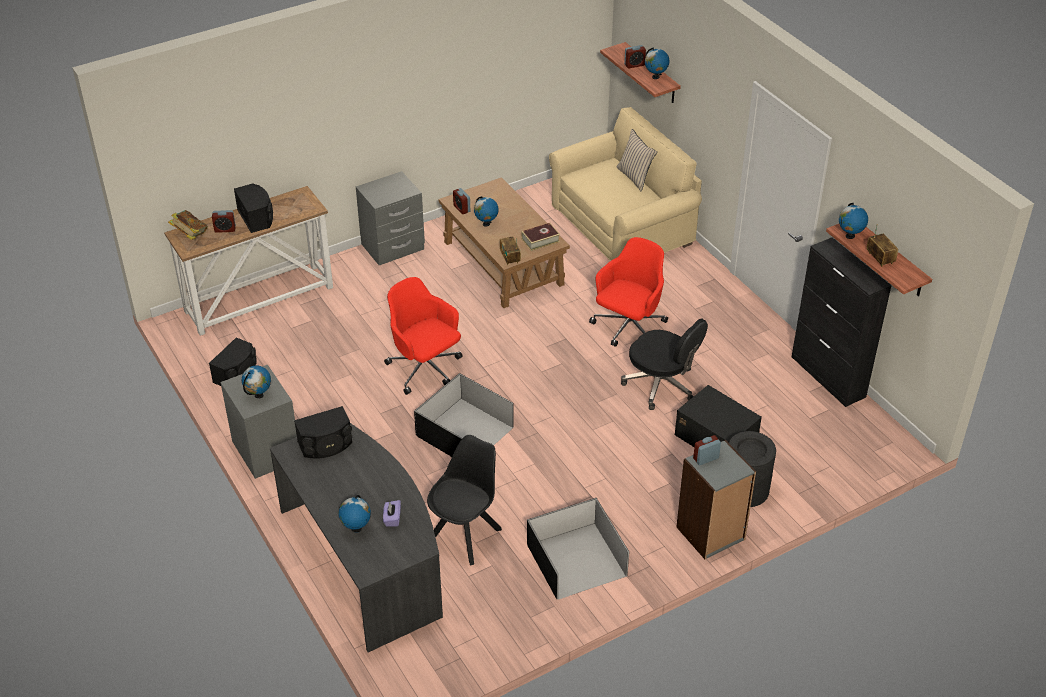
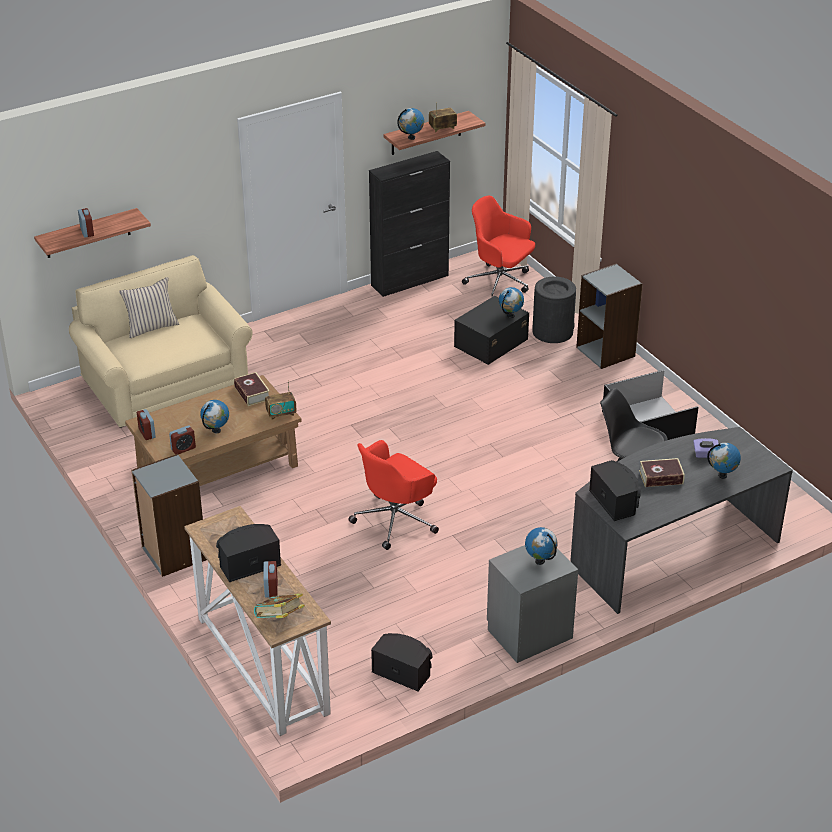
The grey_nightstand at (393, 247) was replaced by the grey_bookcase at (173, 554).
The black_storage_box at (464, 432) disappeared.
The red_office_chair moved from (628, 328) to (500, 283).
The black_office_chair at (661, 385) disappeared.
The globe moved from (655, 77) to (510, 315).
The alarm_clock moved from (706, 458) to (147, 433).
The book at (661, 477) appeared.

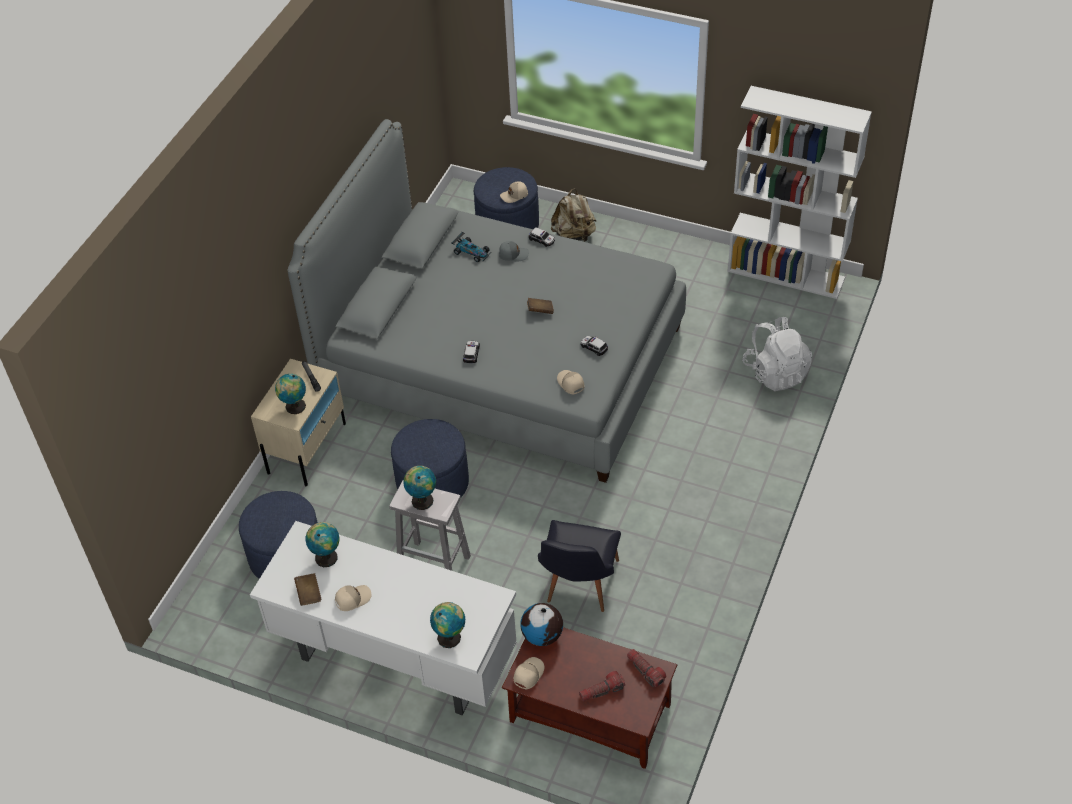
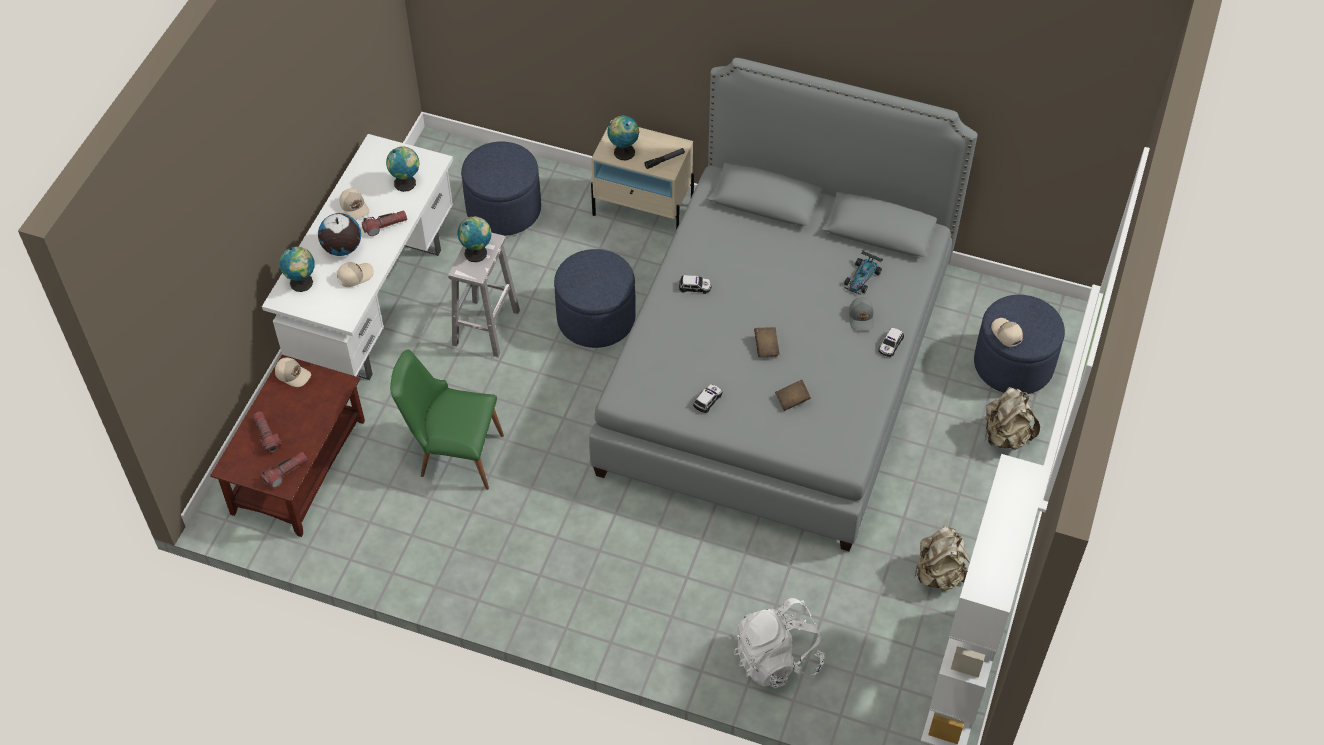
The brown_book moved from (309, 594) to (792, 400).
The globe moved from (543, 636) to (342, 248).
The black_chair at (579, 587) became the green_chair at (453, 453).
The beige_cap moved from (570, 384) to (355, 276).
The flashlight at (385, 226) appeared.
The beige_backpack at (939, 574) appeared.

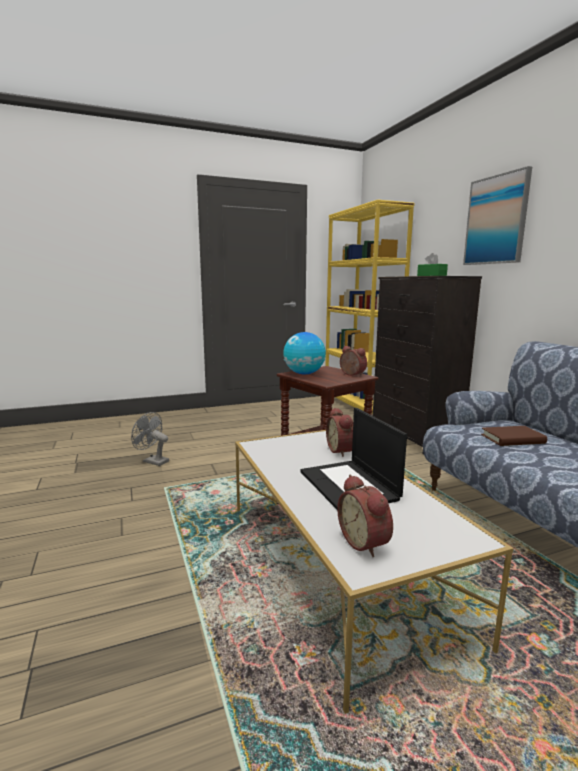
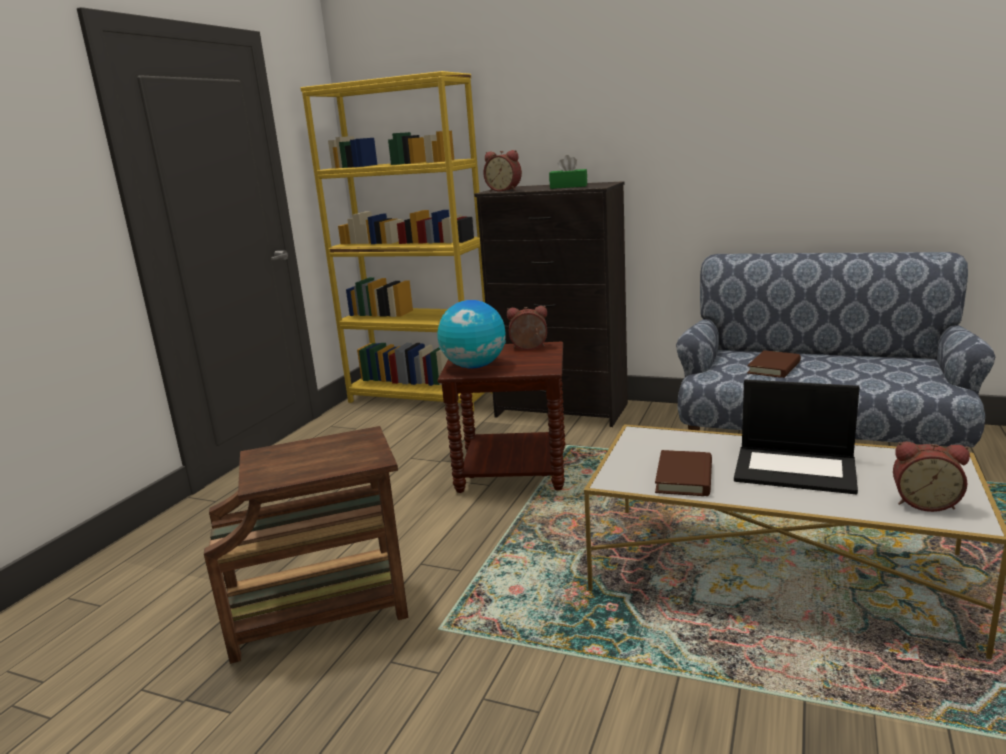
The grey_fan at (152, 461) was replaced by the brown_side_table at (324, 612).
The alarm_clock moved from (342, 450) to (504, 190).
The picture at (496, 220) disappeared.
The brown_book at (684, 477) appeared.

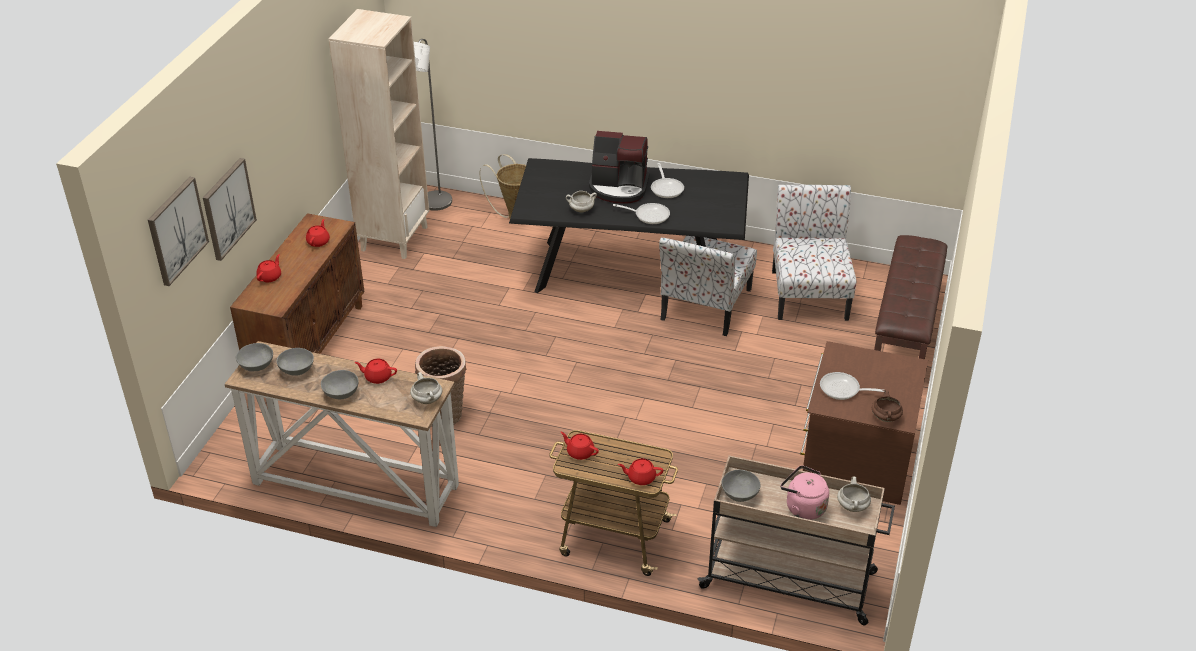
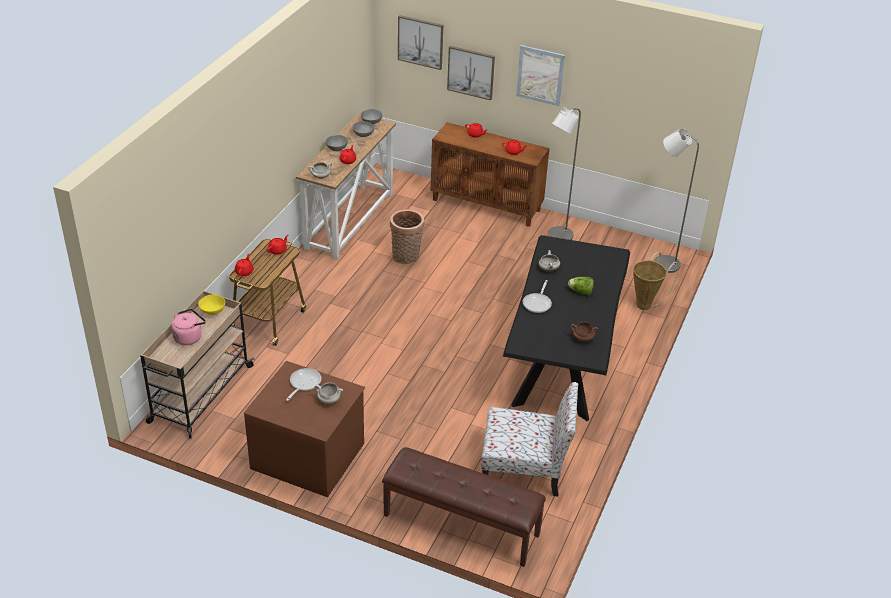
The beige_bookcase at (394, 238) disappeared.
The coffee_machine at (619, 187) was replaced by the lettuce at (581, 292).
The frying_pan at (666, 188) disappeared.
The chair at (705, 306) disappeared.
The grey_bowl at (740, 494) became the yellow_bowl at (212, 311).
The white_cooking_pot moved from (853, 507) to (328, 400).
The brown_cooking_pot moved from (886, 418) to (582, 339).
The picture at (540, 75) appeared.
The grey_floor_lamp at (556, 237) appeared.

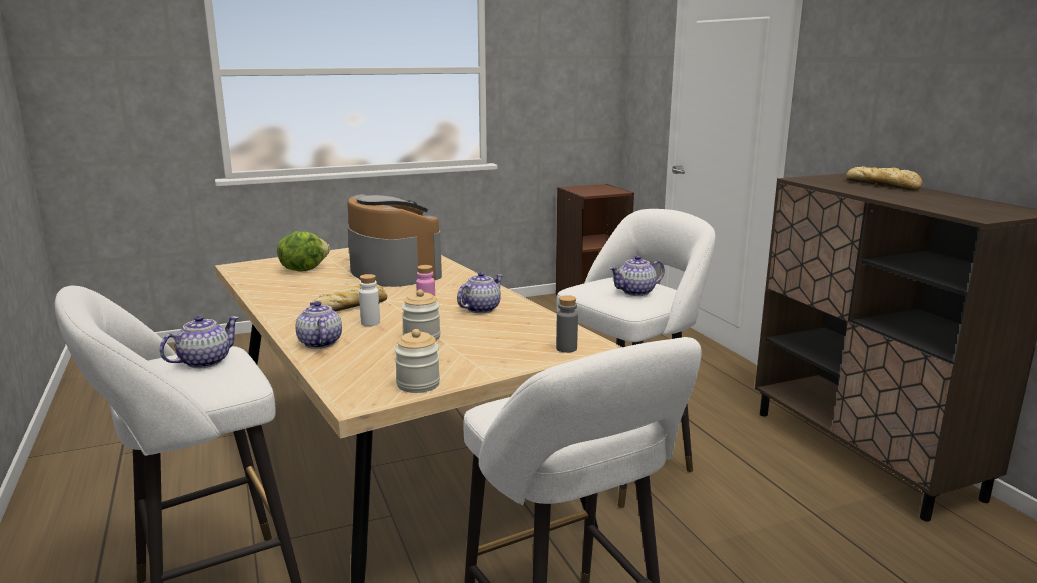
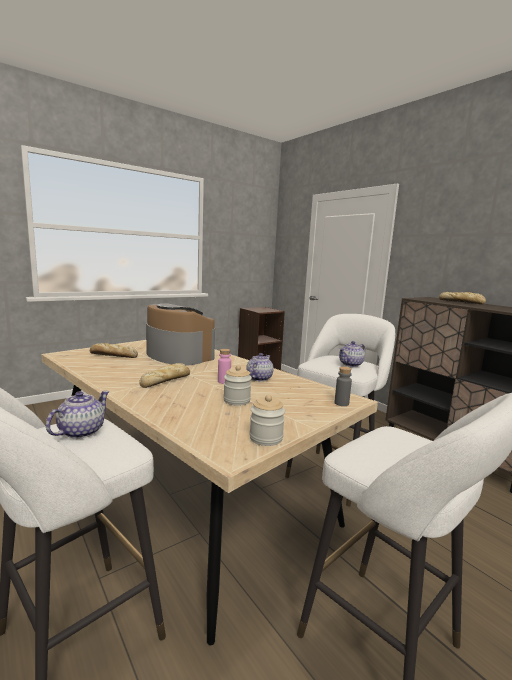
The lettuce at (303, 269) was replaced by the bread at (112, 355).
The teapot at (319, 343) disappeared.
The white_bottle at (370, 323) disappeared.

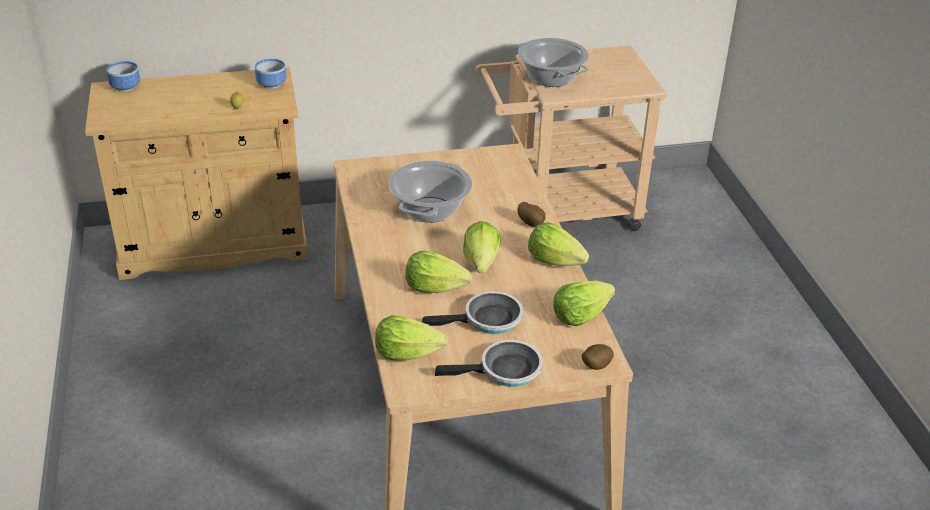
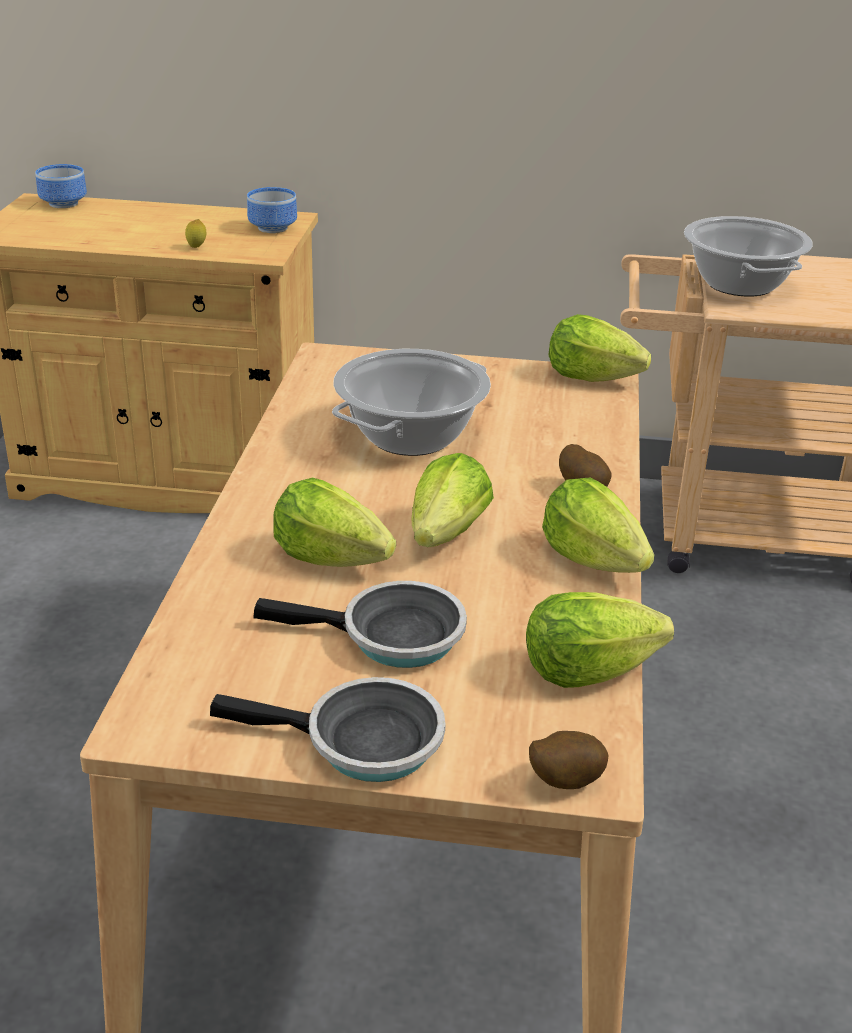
The lettuce moved from (406, 353) to (591, 377).

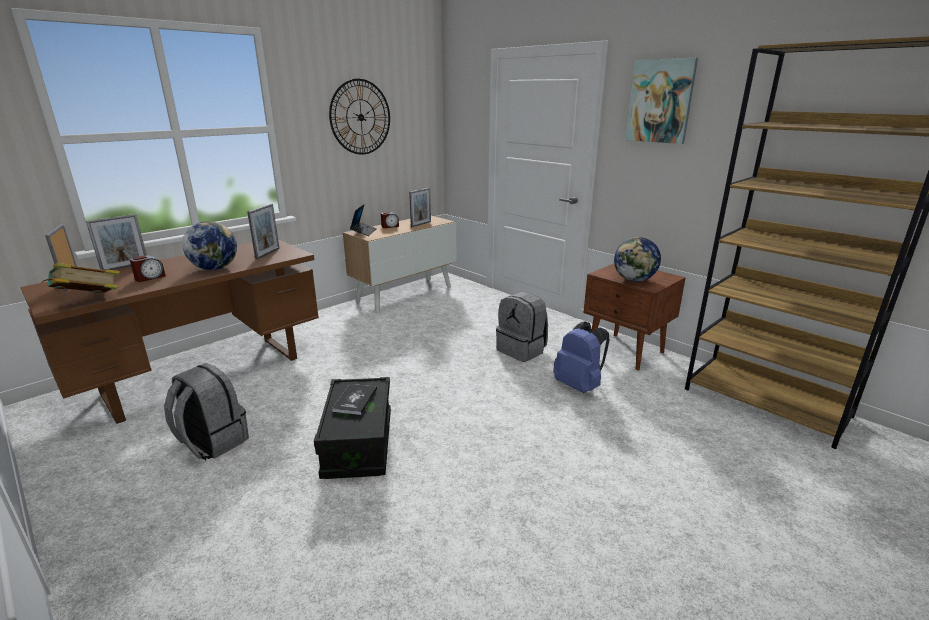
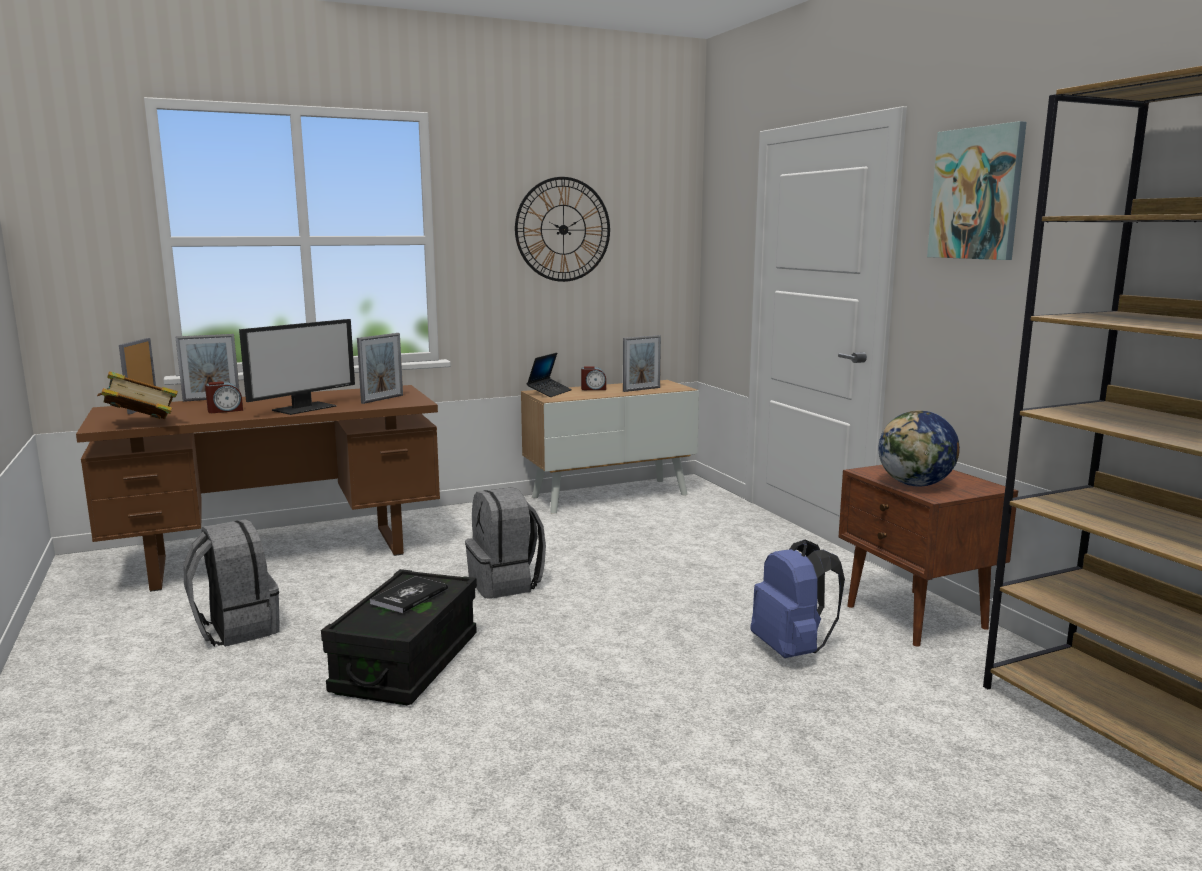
The globe at (215, 268) was replaced by the monitor at (304, 408).
The grey_backpack moved from (522, 350) to (506, 584).

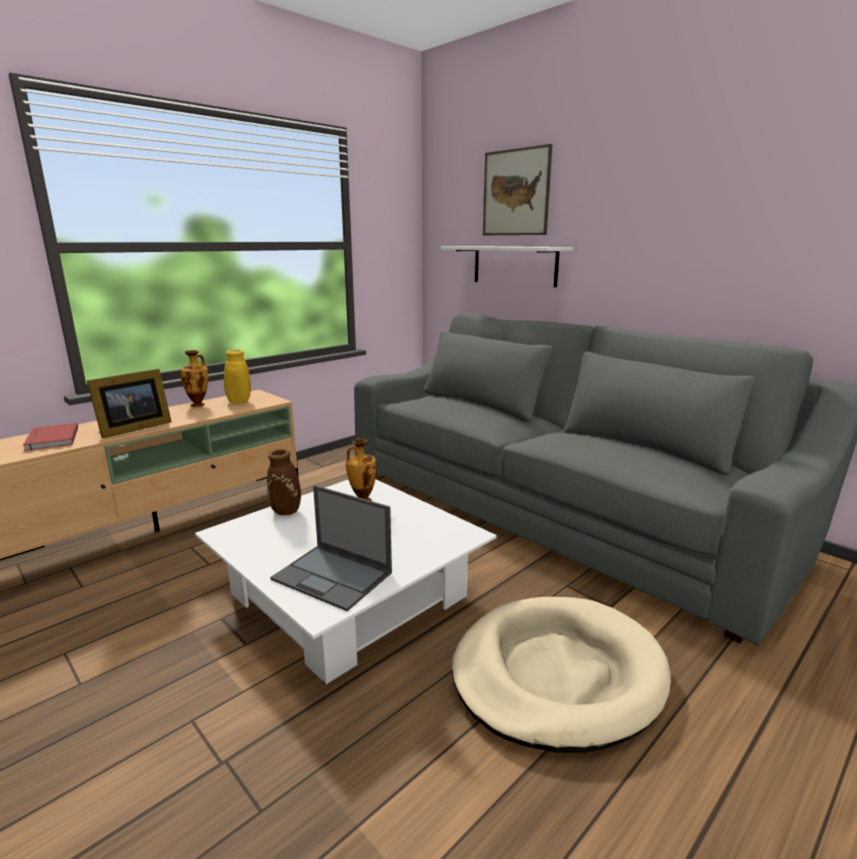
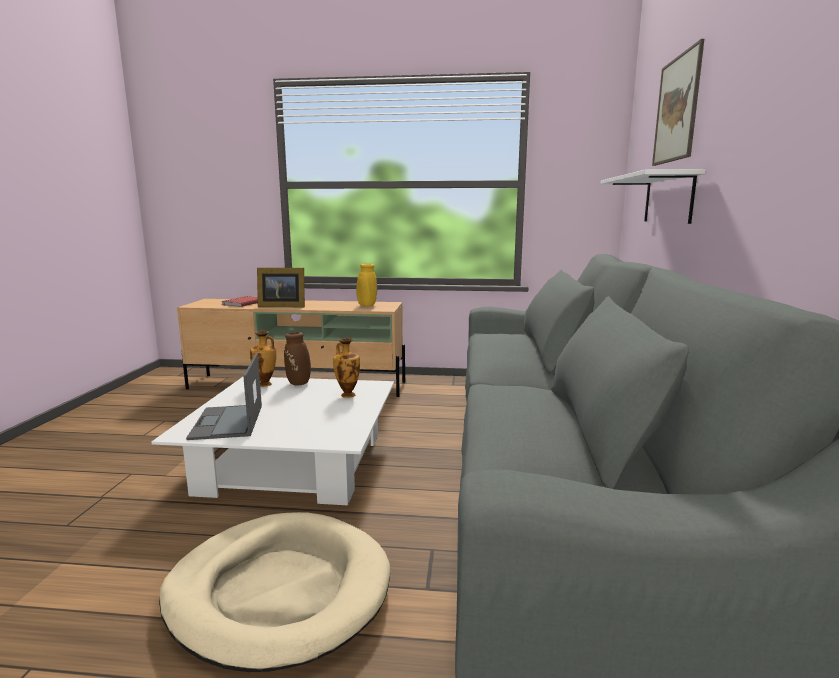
The vase moved from (198, 405) to (265, 384).

